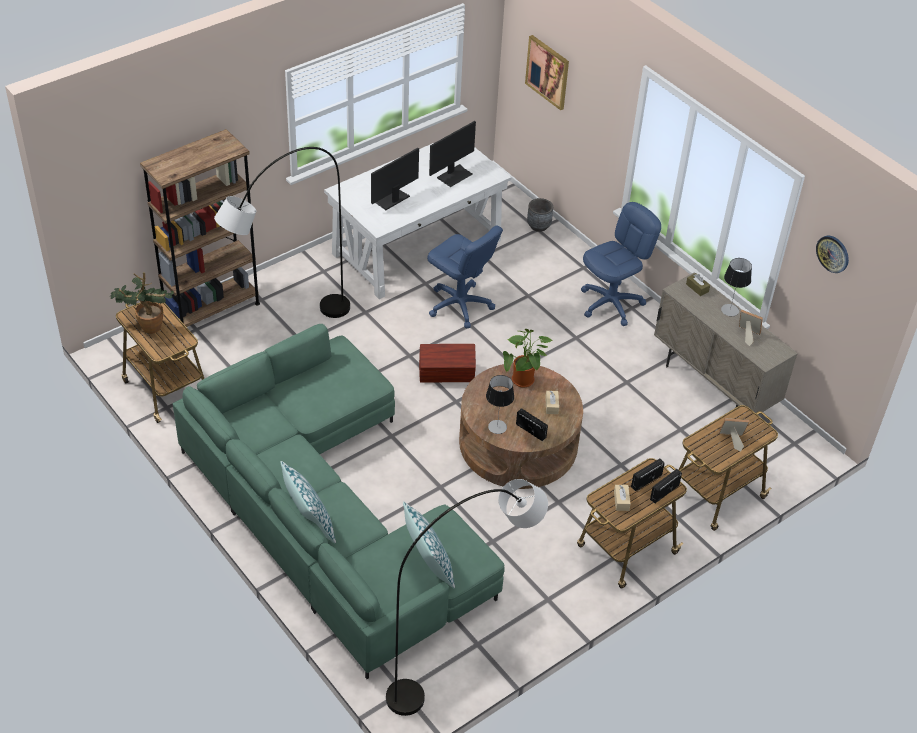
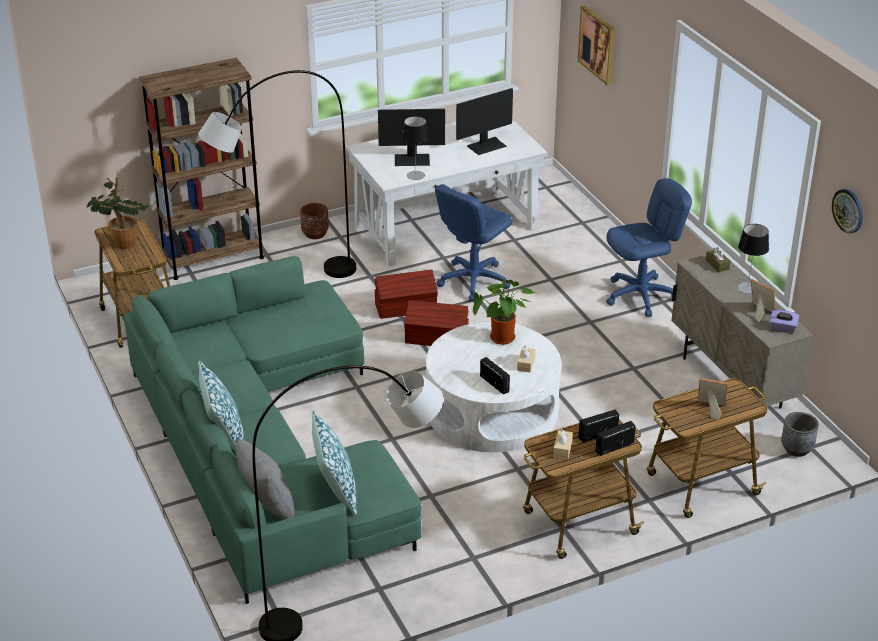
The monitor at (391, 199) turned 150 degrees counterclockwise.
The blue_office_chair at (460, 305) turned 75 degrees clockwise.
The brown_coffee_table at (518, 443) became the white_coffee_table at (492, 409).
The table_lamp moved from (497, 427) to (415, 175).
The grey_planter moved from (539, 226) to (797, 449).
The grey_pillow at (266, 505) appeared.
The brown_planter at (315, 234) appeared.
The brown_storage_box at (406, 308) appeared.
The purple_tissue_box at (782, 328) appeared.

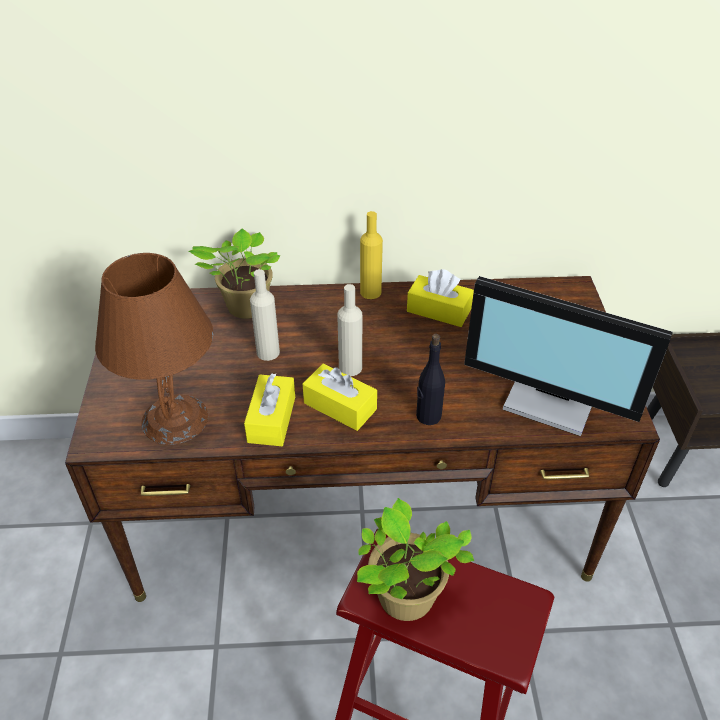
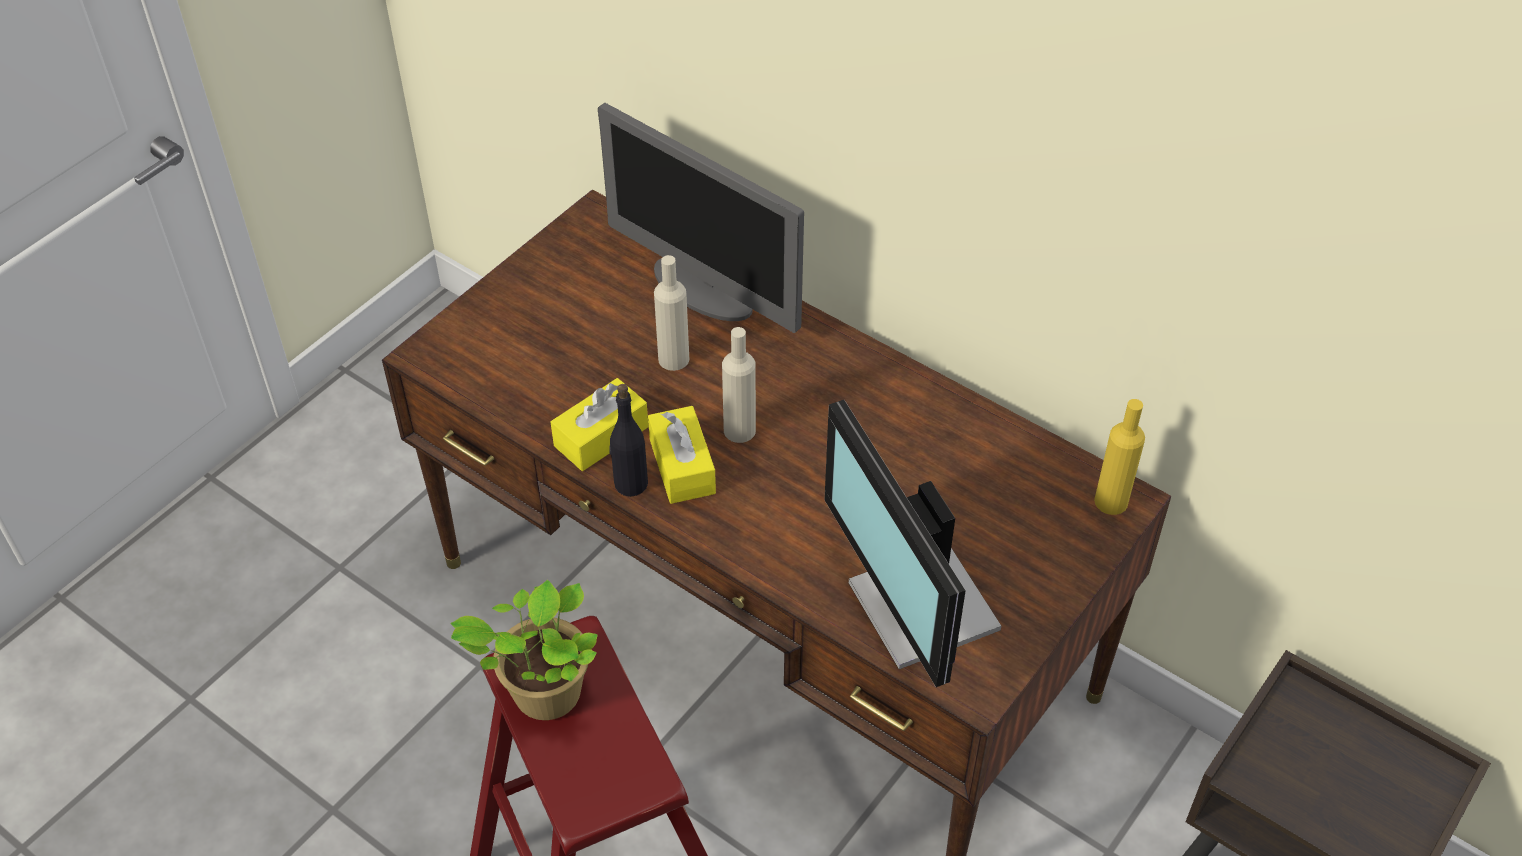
The brown_table_lamp at (174, 418) disappeared.
The potted_plant at (244, 308) was replaced by the monitor at (703, 290).
The yellow_bottle moved from (370, 292) to (1111, 501).
The yellow_tissue_box at (439, 310) disappeared.
The black_bottle moved from (428, 416) to (630, 483).

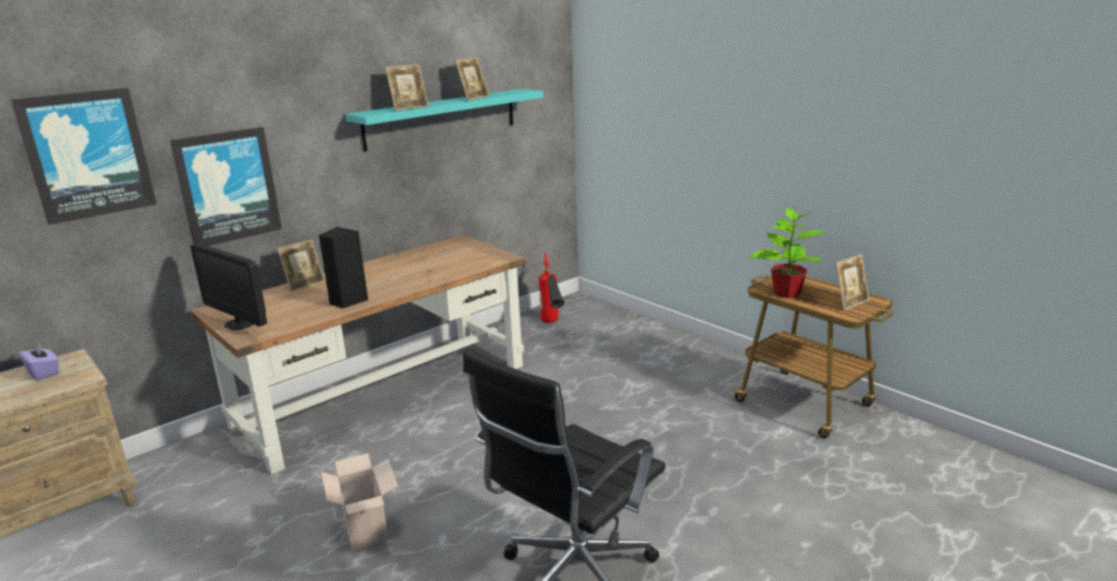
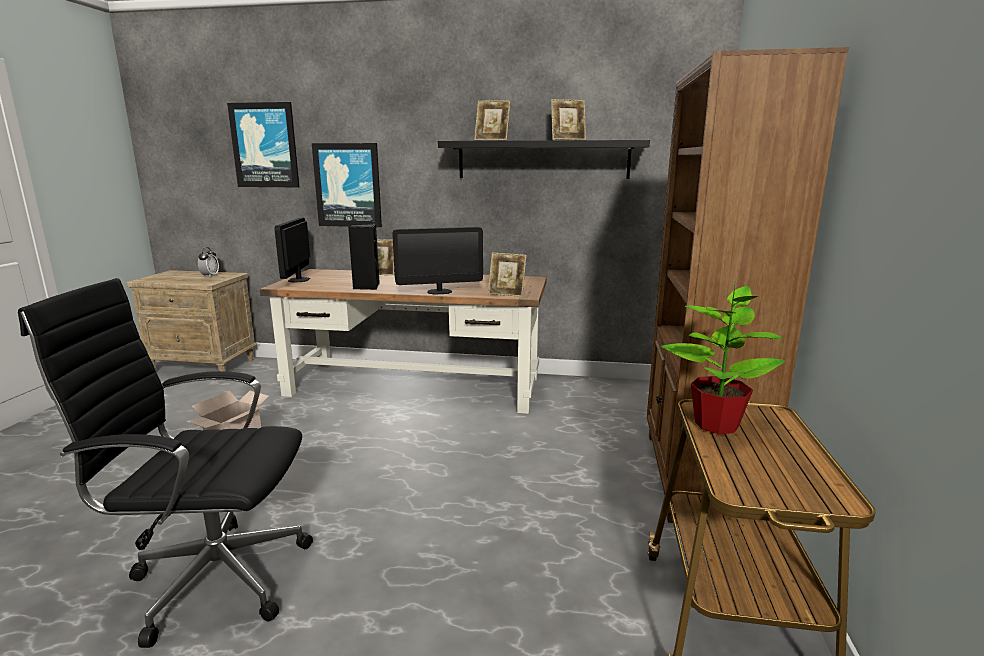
The purple_tissue_box at (44, 372) was replaced by the alarm_clock at (210, 276).
The turquoise_shelf at (441, 118) became the black_shelf at (543, 160).
The fire_extinguisher at (552, 326) disappeared.
The picture_frame moved from (850, 303) to (506, 294).
The monitor at (439, 291) appeared.
The brown_bookcase at (696, 477) appeared.

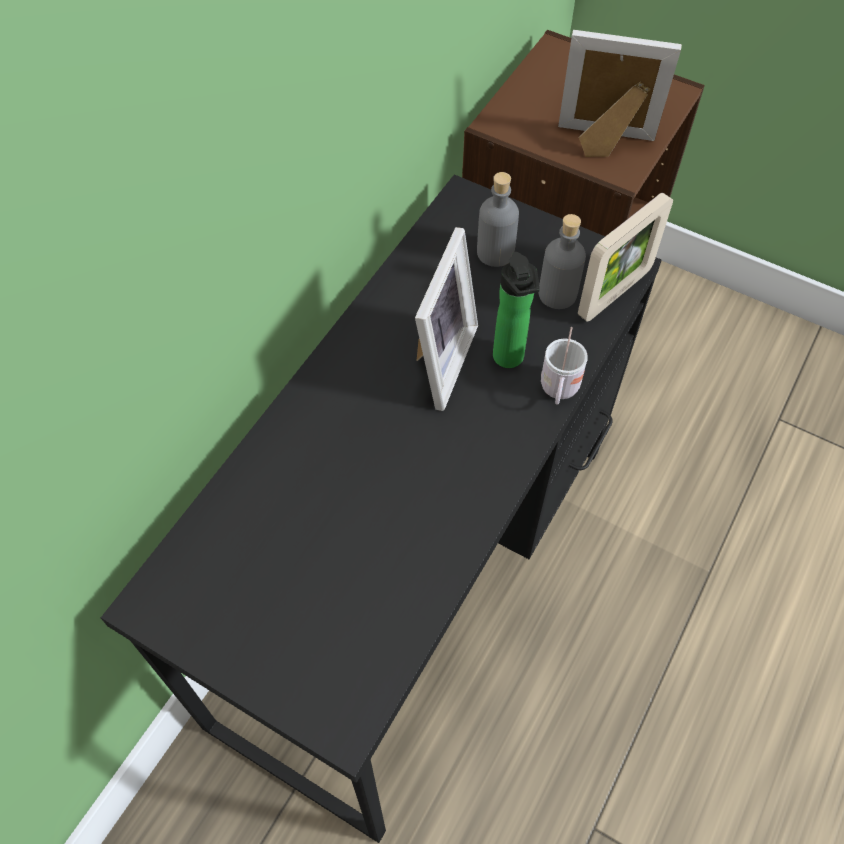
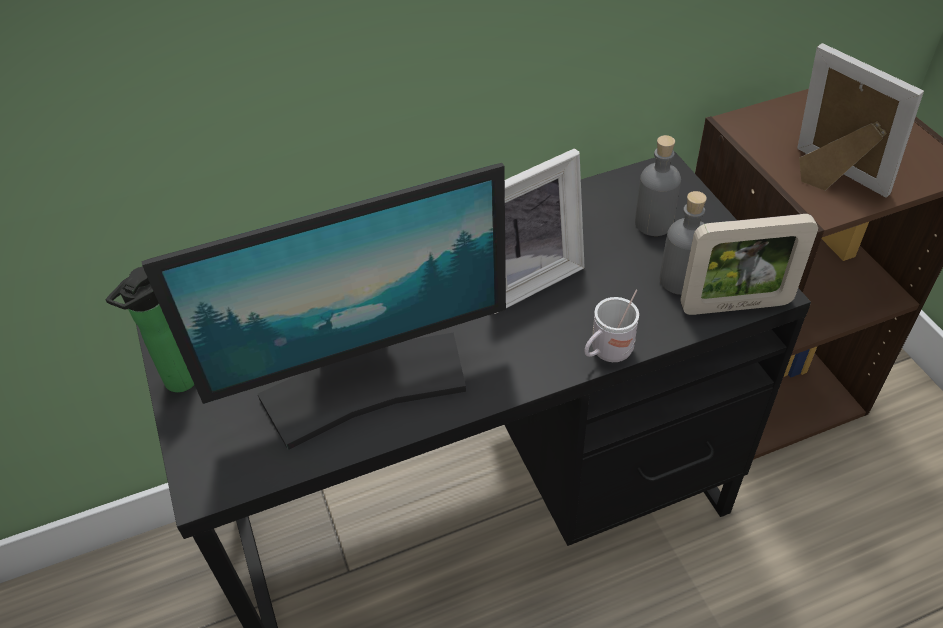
The bottle moved from (509, 360) to (178, 384).
The monitor at (365, 385) appeared.

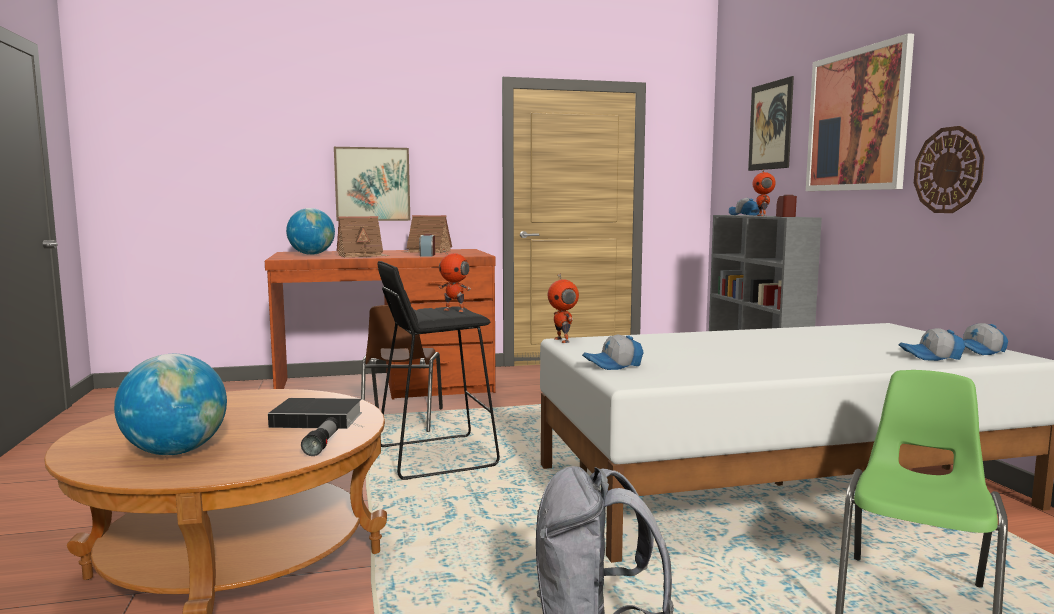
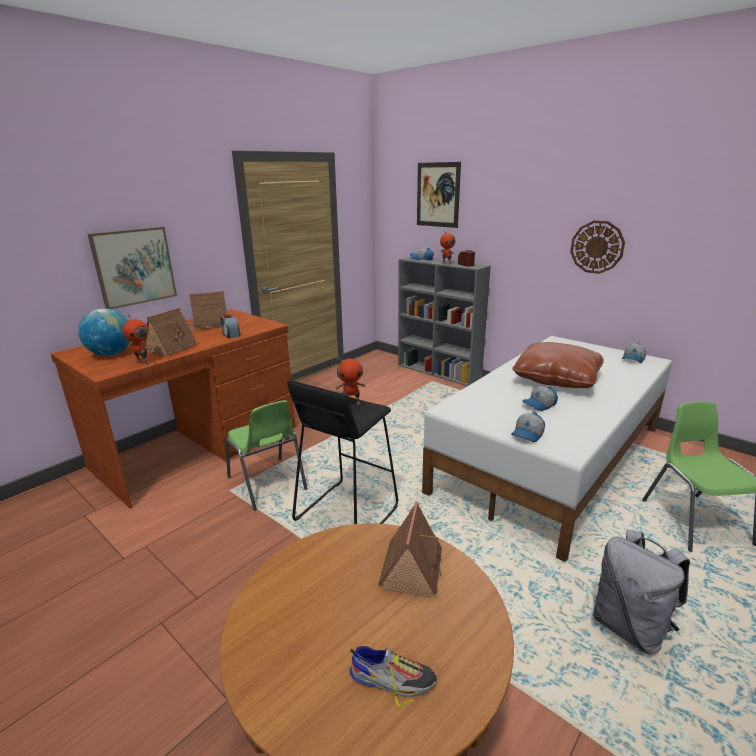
The globe at (175, 452) was replaced by the shoe at (393, 678).
The book at (320, 419) was replaced by the toy_house at (412, 567).
The flashlight at (322, 444) disappeared.
The brown_chair at (401, 420) became the green_chair at (267, 484).
The toy_robot moved from (563, 340) to (143, 362).
The picture at (857, 120) disappeared.
The cap moved from (931, 357) to (539, 405).
The brown_pillow at (556, 379) appeared.

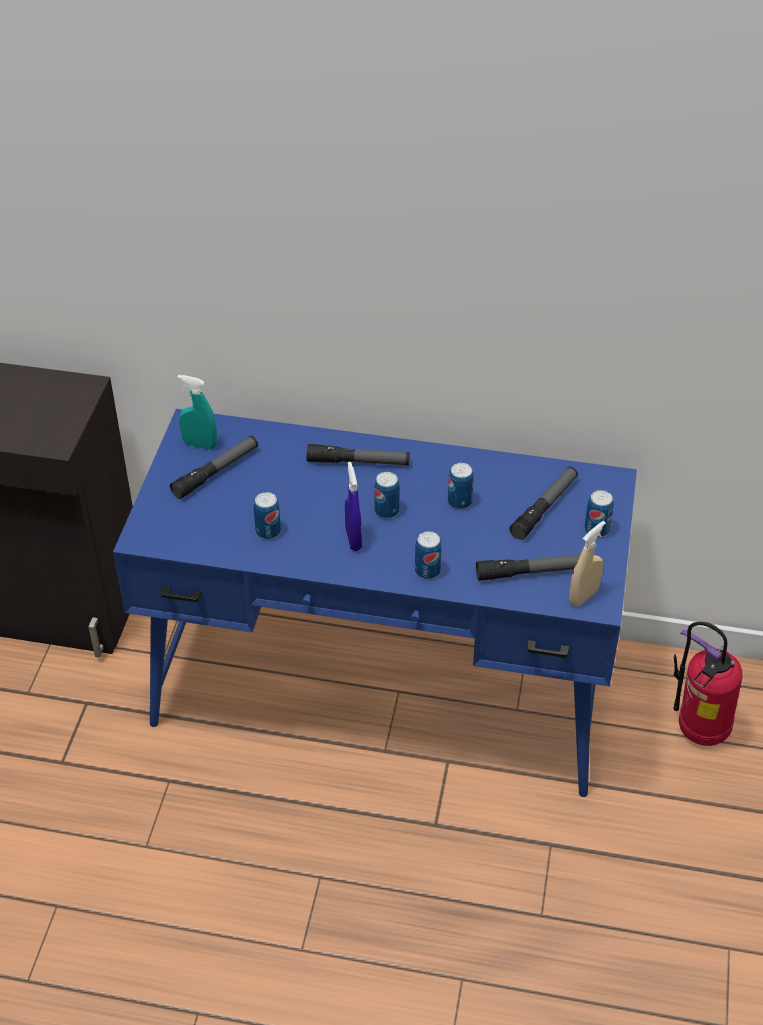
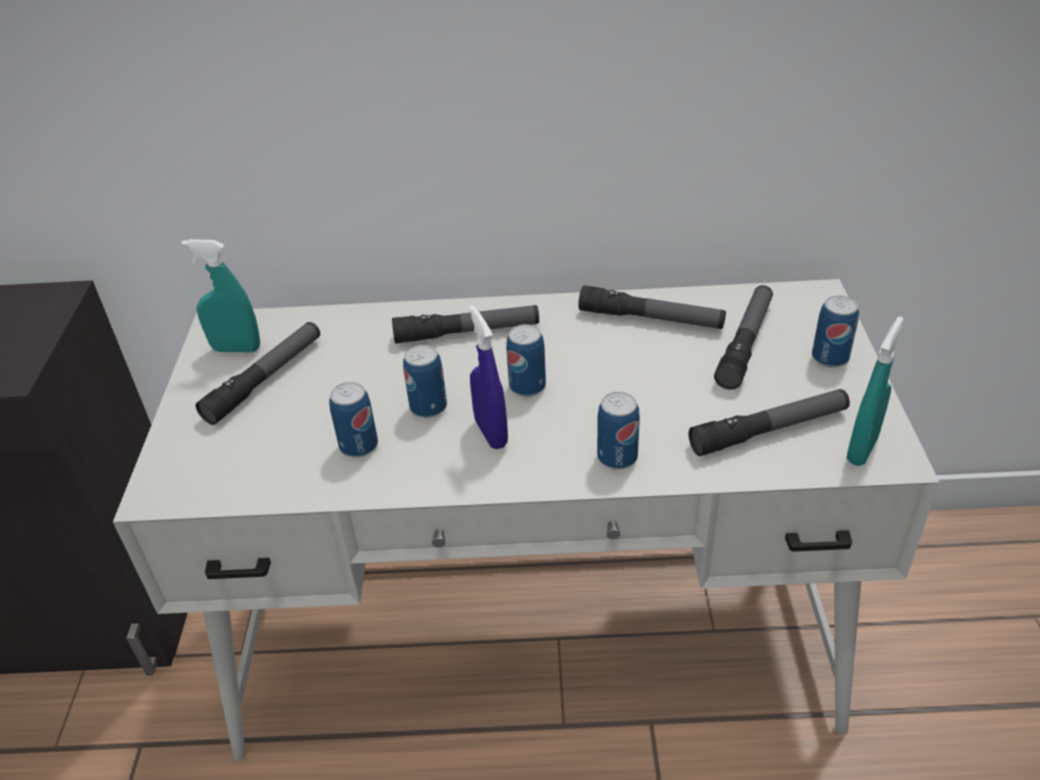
The blue_desk at (382, 686) became the white_desk at (536, 635).
The can moved from (459, 502) to (428, 407).
The beige_spray_bottle at (583, 596) became the turquoise_spray_bottle at (862, 449).
The fire_extinguisher at (698, 731) disappeared.
The flashlight at (651, 318) appeared.

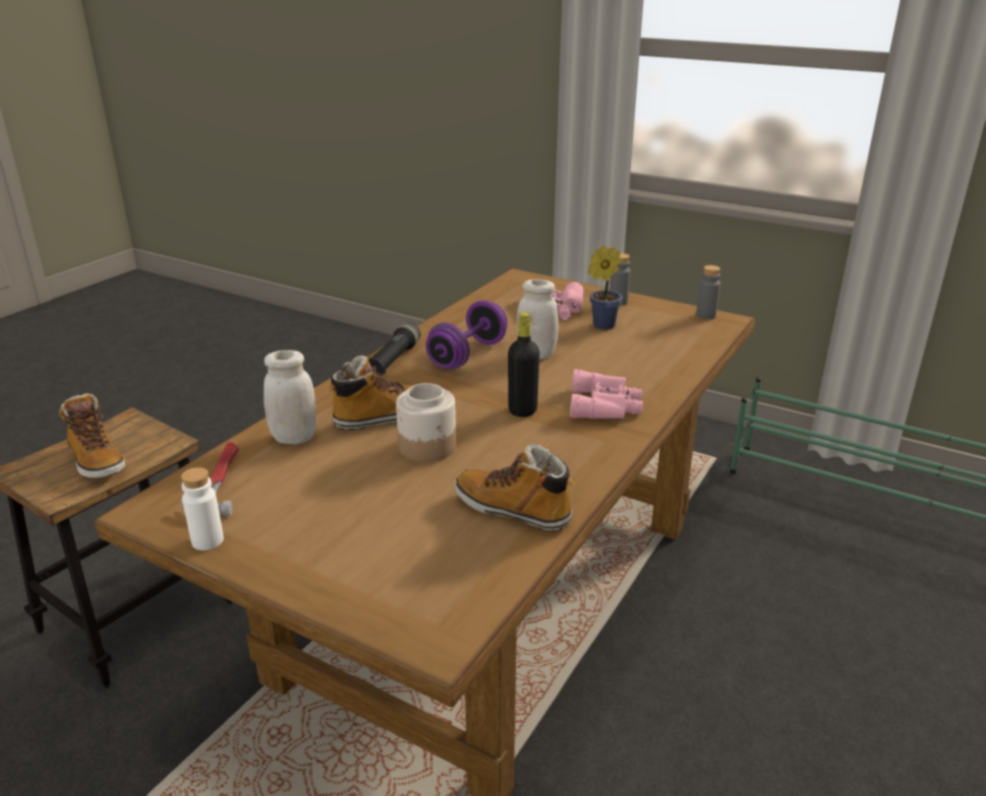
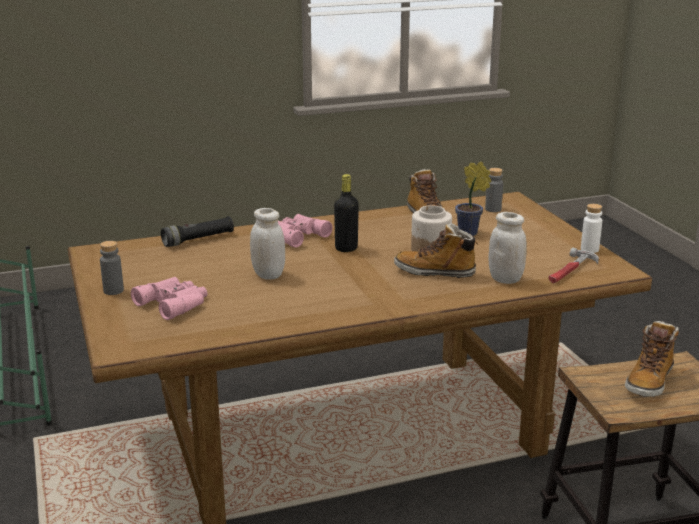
The boot at (96, 461) turned 150 degrees counterclockwise.
The black_flashlight moved from (393, 361) to (198, 240).
The purple_dumbbell at (468, 355) disappeared.
The potted_plant moved from (601, 326) to (470, 233).
The grey_bottle moved from (705, 315) to (493, 209).

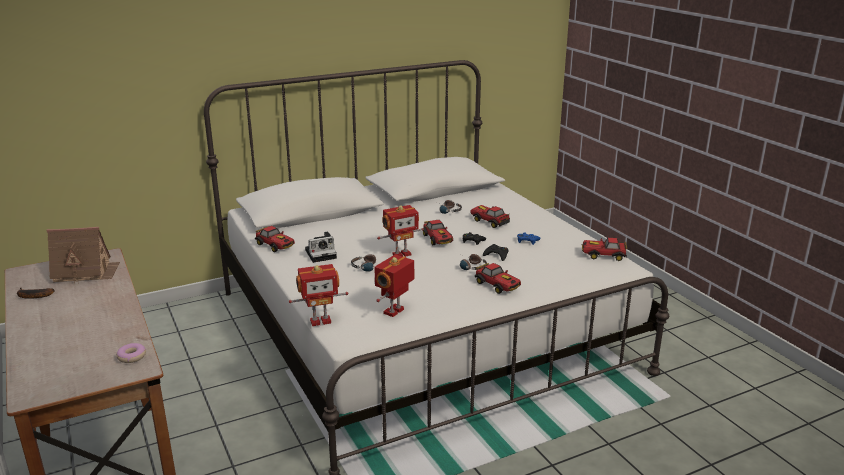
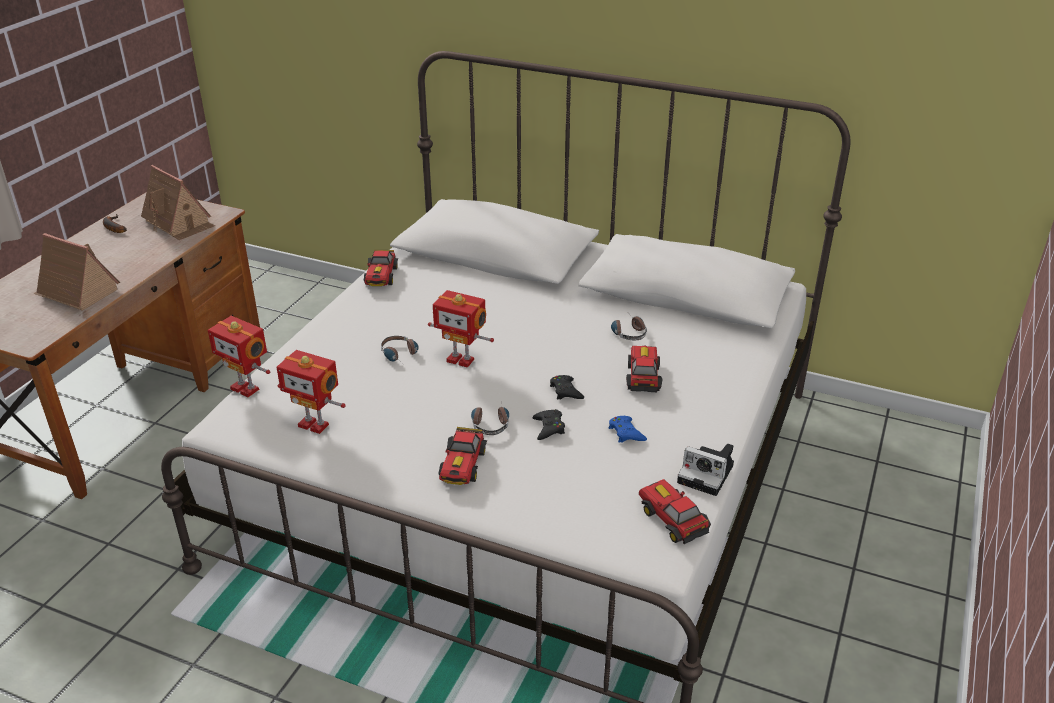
The donut at (132, 356) disappeared.
The photo_camera moved from (322, 254) to (708, 474).
The toy_robot at (395, 311) turned 150 degrees counterclockwise.
The toy_car at (437, 240) disappeared.
The toy_house at (77, 292) appeared.

